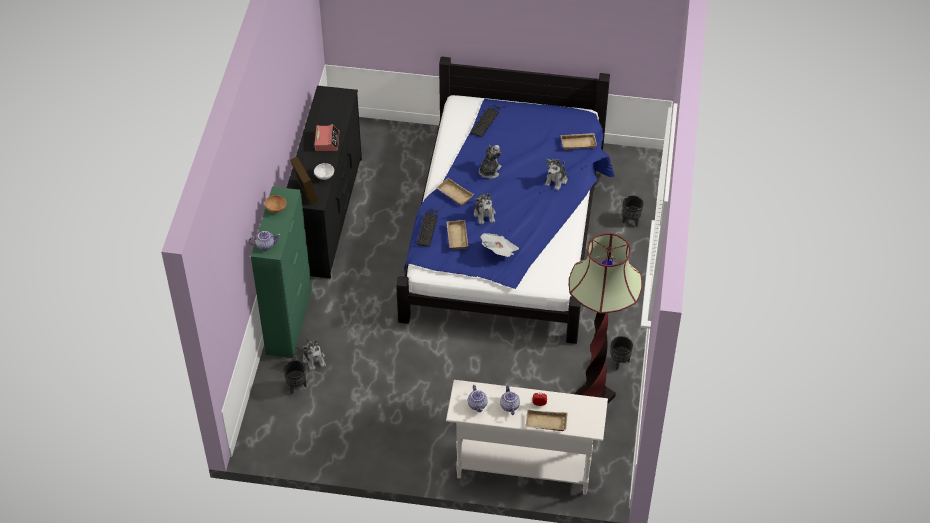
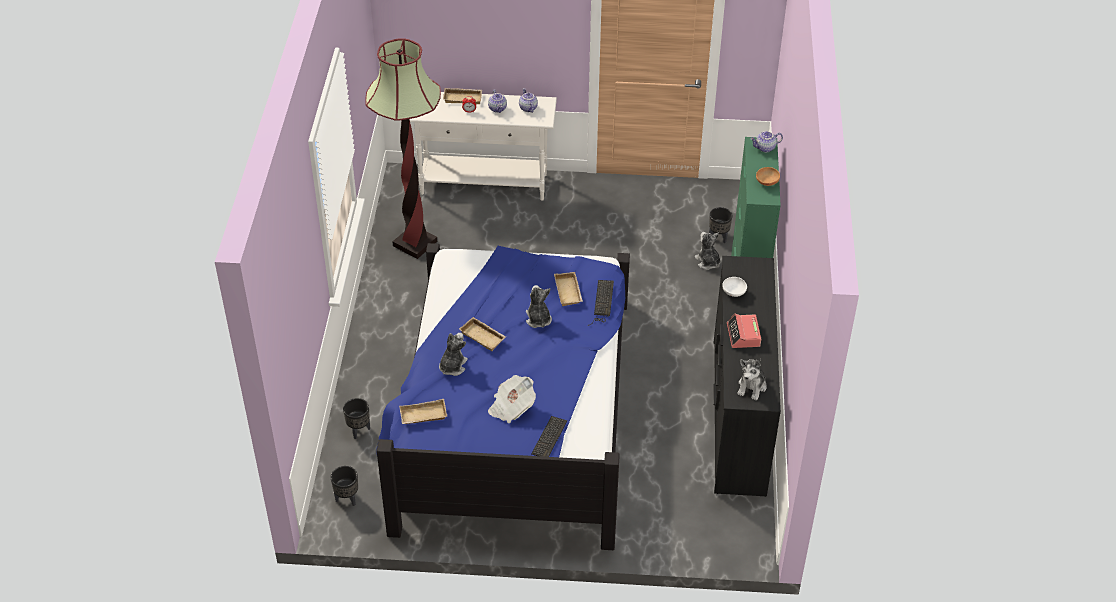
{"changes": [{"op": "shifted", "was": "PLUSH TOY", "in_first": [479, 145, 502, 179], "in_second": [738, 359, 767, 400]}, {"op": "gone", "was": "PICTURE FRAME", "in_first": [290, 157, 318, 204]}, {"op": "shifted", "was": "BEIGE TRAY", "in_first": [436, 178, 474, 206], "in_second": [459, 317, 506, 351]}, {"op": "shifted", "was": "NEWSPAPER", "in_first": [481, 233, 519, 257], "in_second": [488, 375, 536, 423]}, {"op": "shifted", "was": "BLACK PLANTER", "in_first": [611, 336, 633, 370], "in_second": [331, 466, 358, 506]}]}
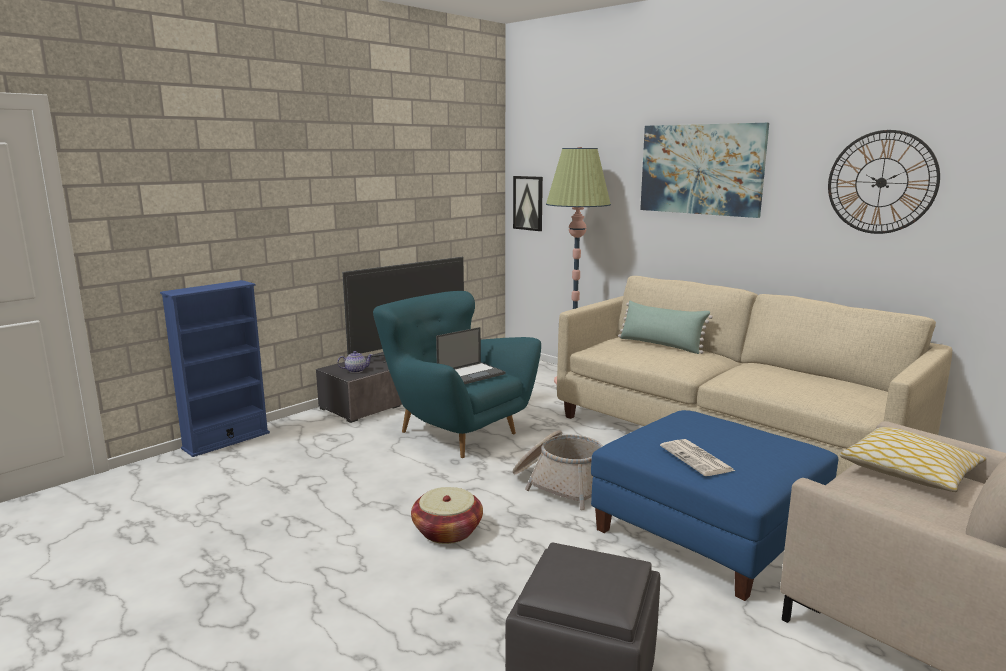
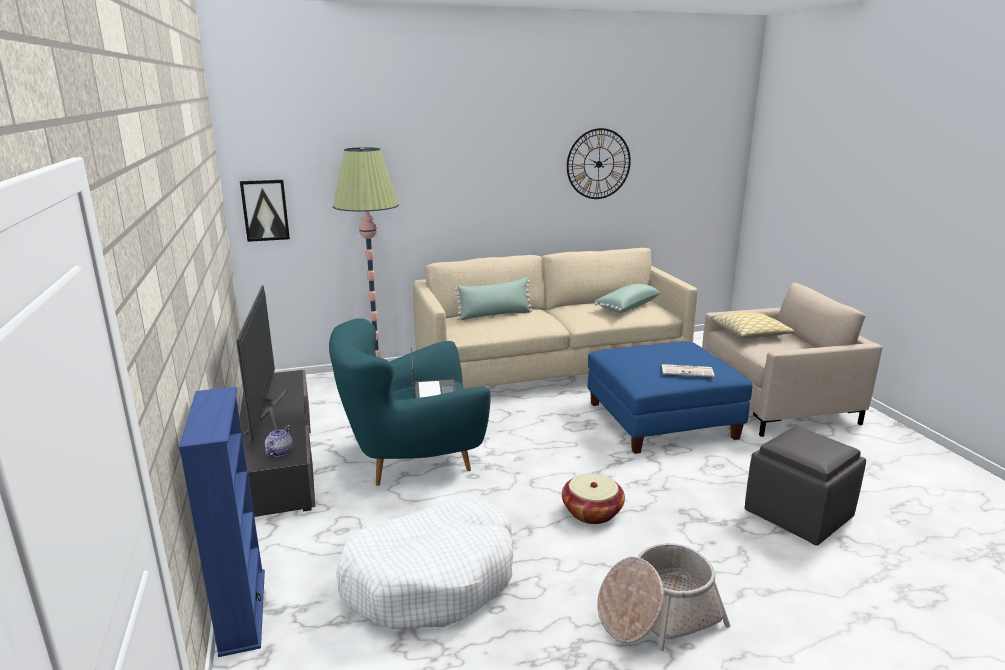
{"changes": [{"op": "gone", "was": "PICTURE", "in_first": [640, 123, 769, 218]}, {"op": "shifted", "was": "BASKET", "in_first": [513, 430, 603, 510], "in_second": [597, 543, 730, 651]}, {"op": "new", "now": "GREEN PILLOW", "in_second": [594, 284, 660, 313]}, {"op": "new", "now": "WHITE DOG BED", "in_second": [336, 497, 513, 630]}]}
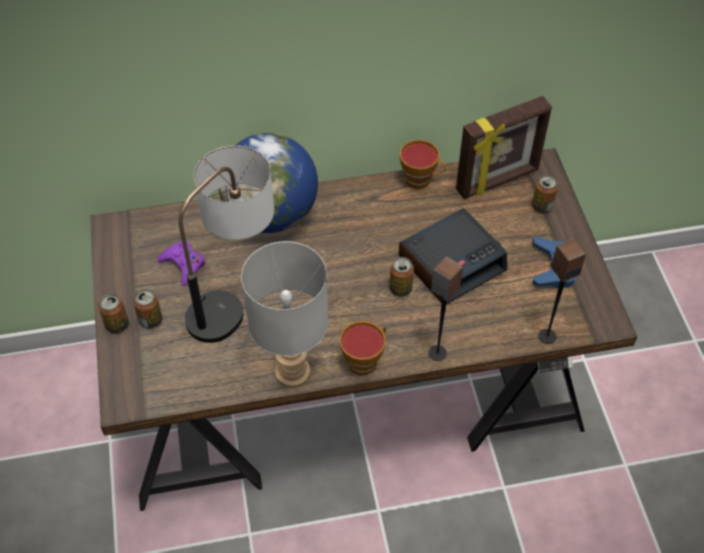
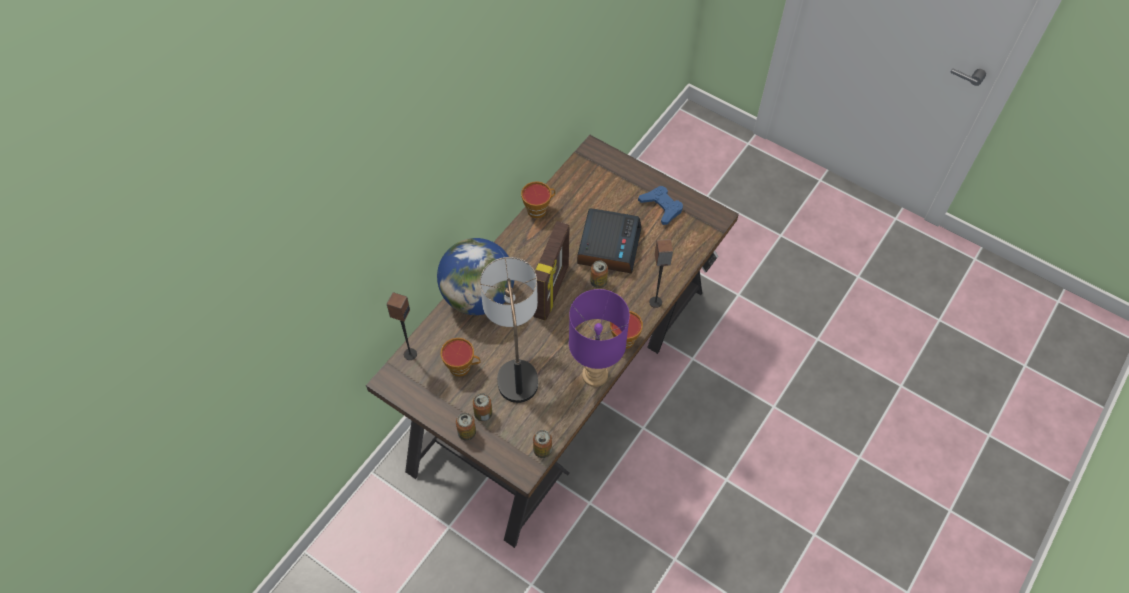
{"changes": [{"op": "shifted", "was": "PICTURE FRAME", "in_first": [456, 96, 552, 199], "in_second": [533, 221, 570, 321]}, {"op": "shifted", "was": "CAN", "in_first": [532, 175, 558, 213], "in_second": [533, 430, 552, 458]}, {"op": "shifted", "was": "SPEAKER", "in_first": [538, 239, 586, 344], "in_second": [387, 292, 417, 360]}, {"op": "swapped", "was": "PURPLE GAME CONTROLLER", "now": "CUP", "in_first": [157, 241, 206, 286], "in_second": [441, 338, 481, 377]}, {"op": "repainted", "was": "GREY TABLE LAMP", "now": "PURPLE TABLE LAMP", "in_first": [241, 241, 328, 388], "in_second": [569, 289, 630, 387]}]}
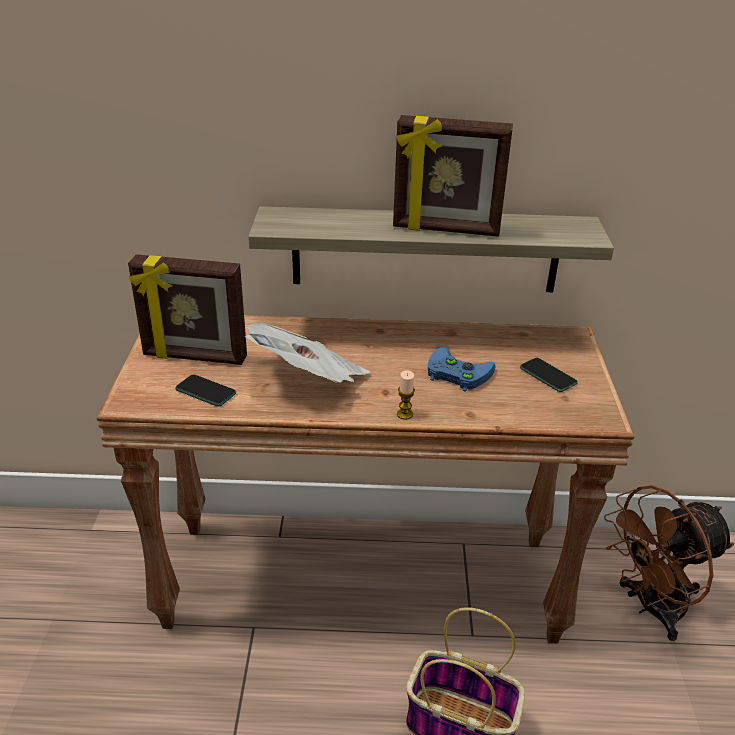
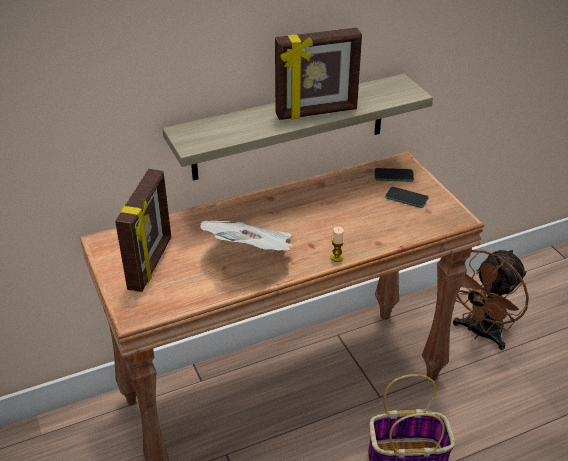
{"changes": [{"op": "rotated", "was": "PICTURE FRAME", "in_first": [128, 254, 247, 365], "in_second": [115, 169, 171, 292], "clockwise": -60}, {"op": "gone", "was": "BLUE GAME CONTROLLER", "in_first": [428, 347, 495, 392]}, {"op": "shifted", "was": "PHONE", "in_first": [175, 375, 236, 407], "in_second": [374, 168, 414, 182]}]}
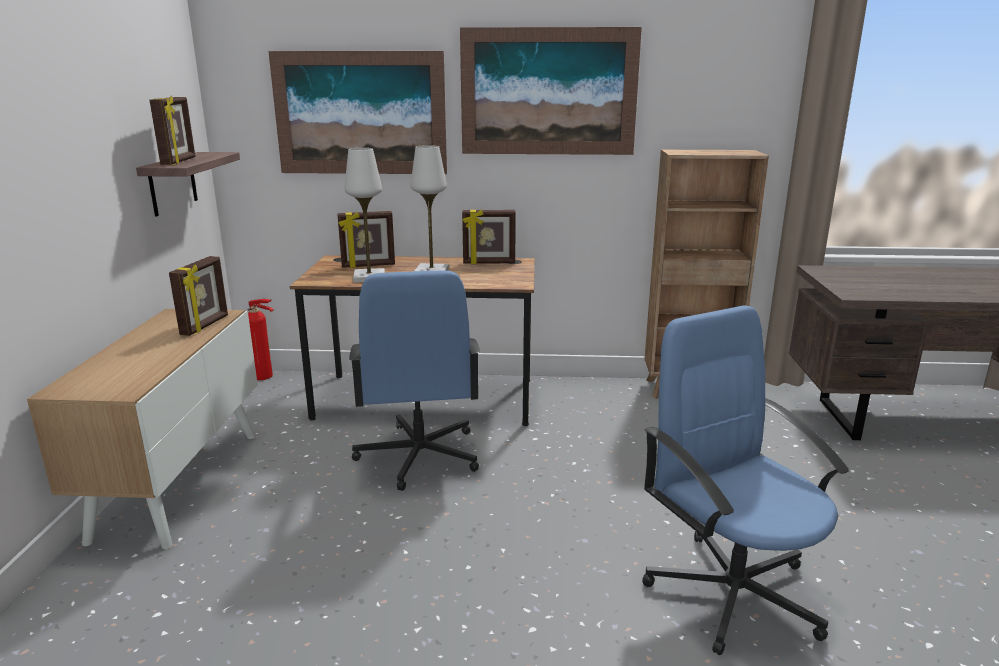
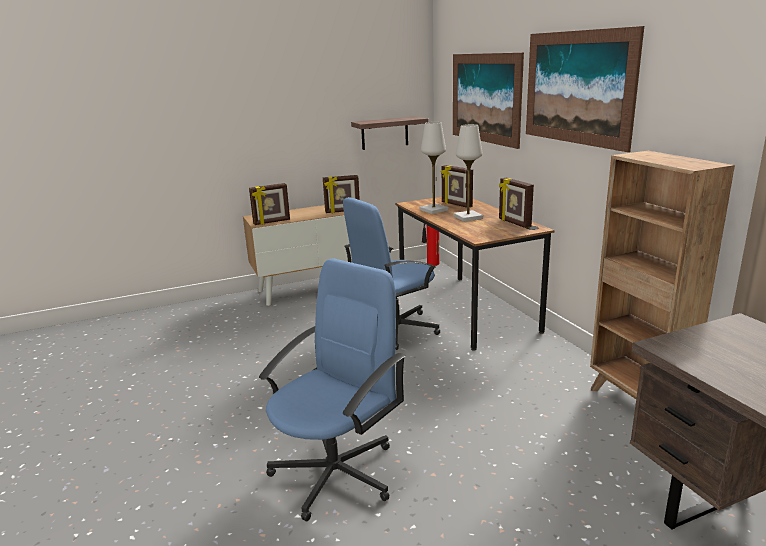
{"changes": [{"op": "shifted", "was": "PICTURE FRAME", "in_first": [150, 96, 195, 165], "in_second": [249, 183, 290, 225]}]}
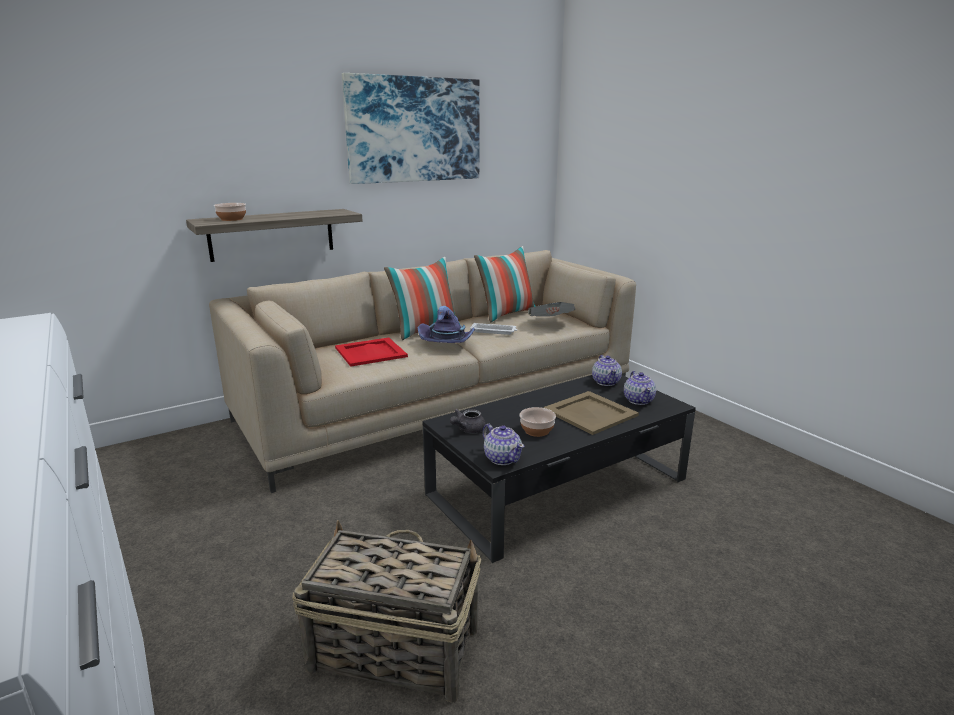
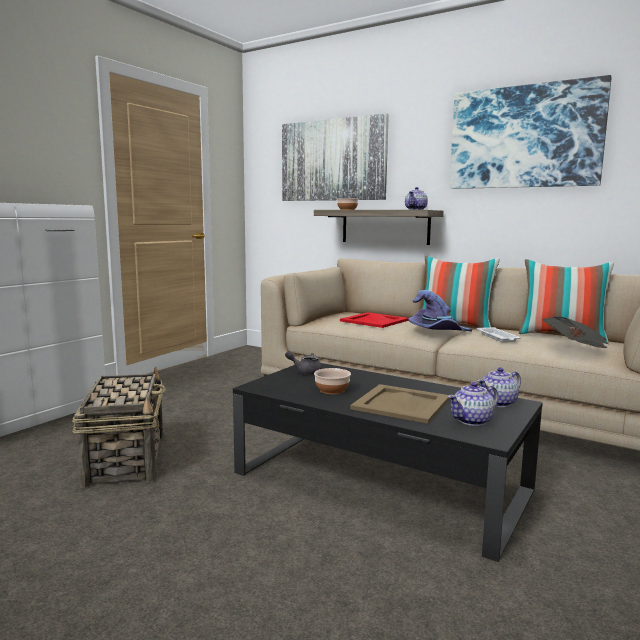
{"changes": [{"op": "shifted", "was": "TEAPOT", "in_first": [483, 424, 524, 465], "in_second": [405, 187, 428, 210]}, {"op": "new", "now": "PICTURE", "in_second": [282, 113, 389, 201]}]}
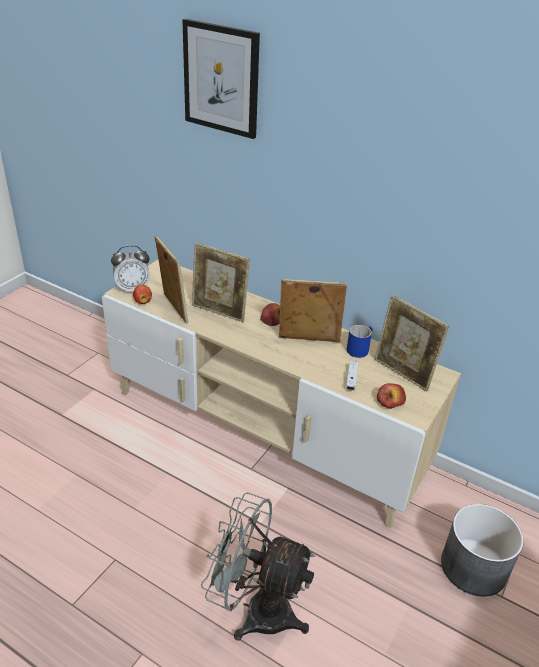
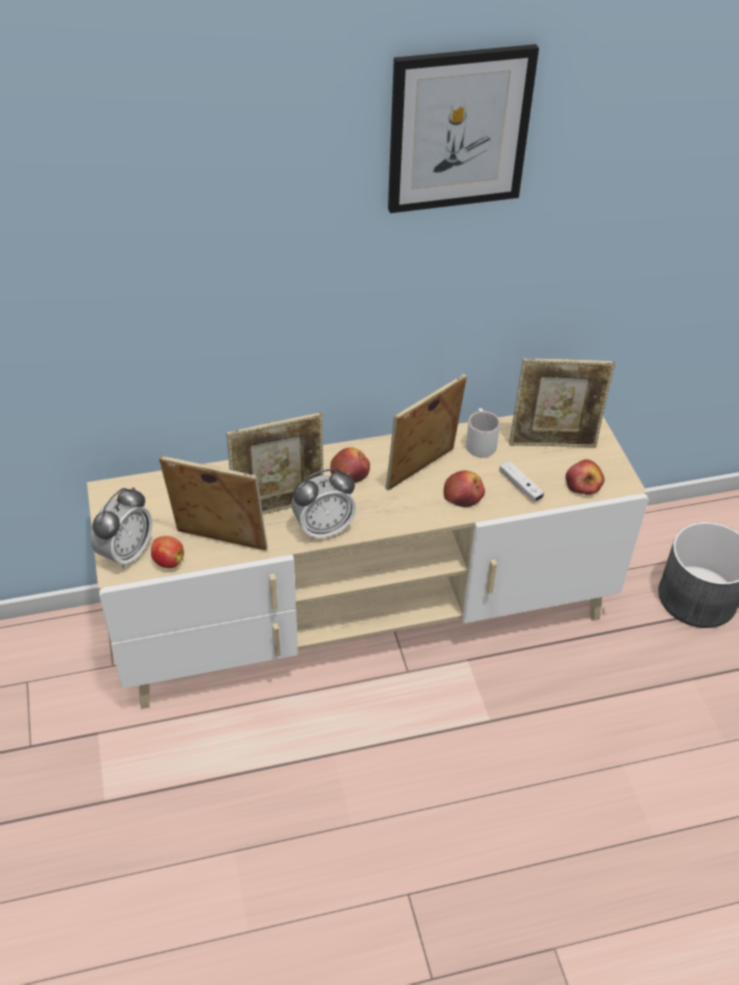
{"changes": [{"op": "shifted", "was": "PICTURE", "in_first": [182, 19, 260, 139], "in_second": [388, 44, 539, 213]}, {"op": "repainted", "was": "BLUE MUG", "now": "WHITE MUG", "in_first": [347, 325, 372, 358], "in_second": [466, 408, 500, 457]}, {"op": "gone", "was": "GREY FAN", "in_first": [201, 492, 316, 641]}, {"op": "new", "now": "ALARM CLOCK", "in_second": [292, 469, 356, 541]}, {"op": "new", "now": "APPLE", "in_second": [444, 470, 485, 507]}]}
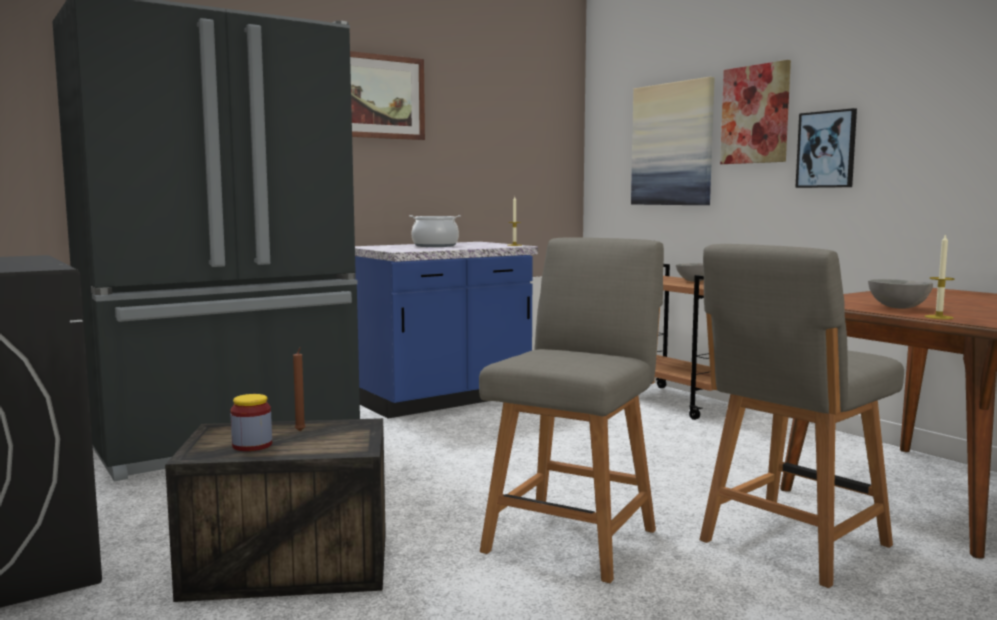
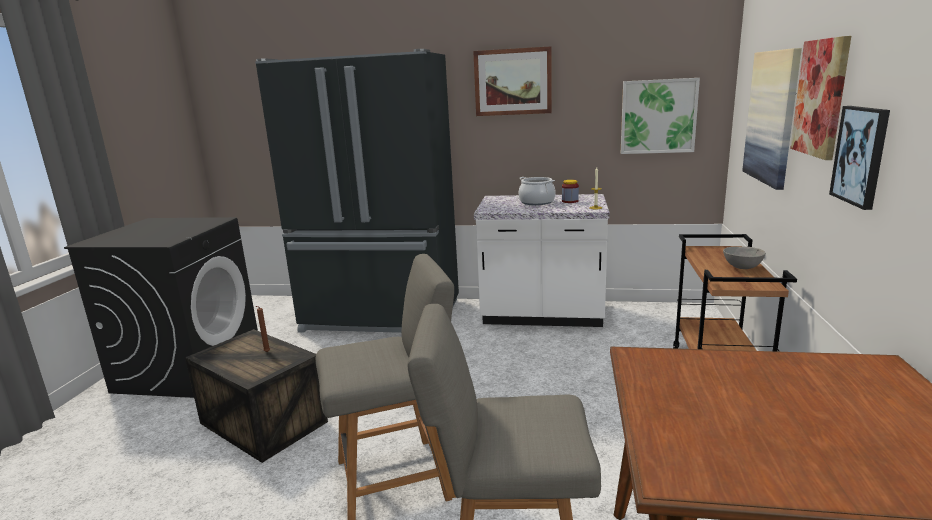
{"changes": [{"op": "gone", "was": "CANDLE", "in_first": [925, 234, 954, 319]}, {"op": "repainted", "was": "BLUE COUNTER", "now": "WHITE COUNTER", "in_first": [355, 242, 538, 418], "in_second": [474, 194, 610, 327]}, {"op": "gone", "was": "GREY BOWL", "in_first": [868, 279, 933, 309]}, {"op": "shifted", "was": "JAR", "in_first": [230, 394, 272, 451], "in_second": [562, 180, 579, 203]}, {"op": "new", "now": "PICTURE", "in_second": [621, 78, 700, 154]}]}
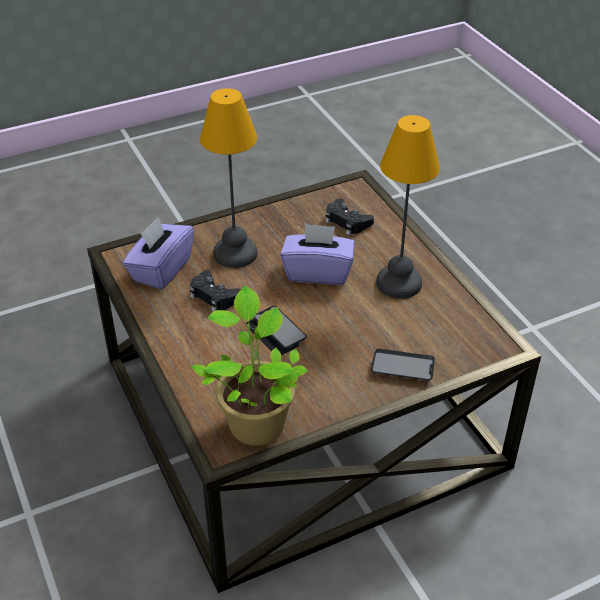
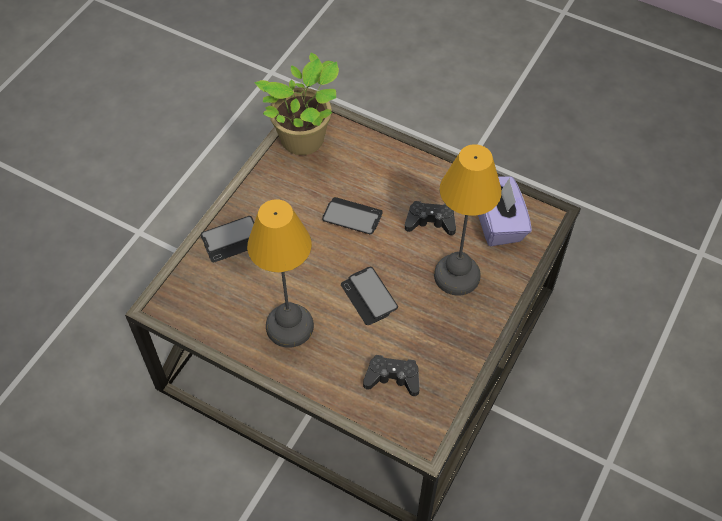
{"changes": [{"op": "swapped", "was": "PURPLE TISSUE BOX", "now": "PHONE", "in_first": [280, 223, 355, 285], "in_second": [341, 267, 398, 325]}]}
